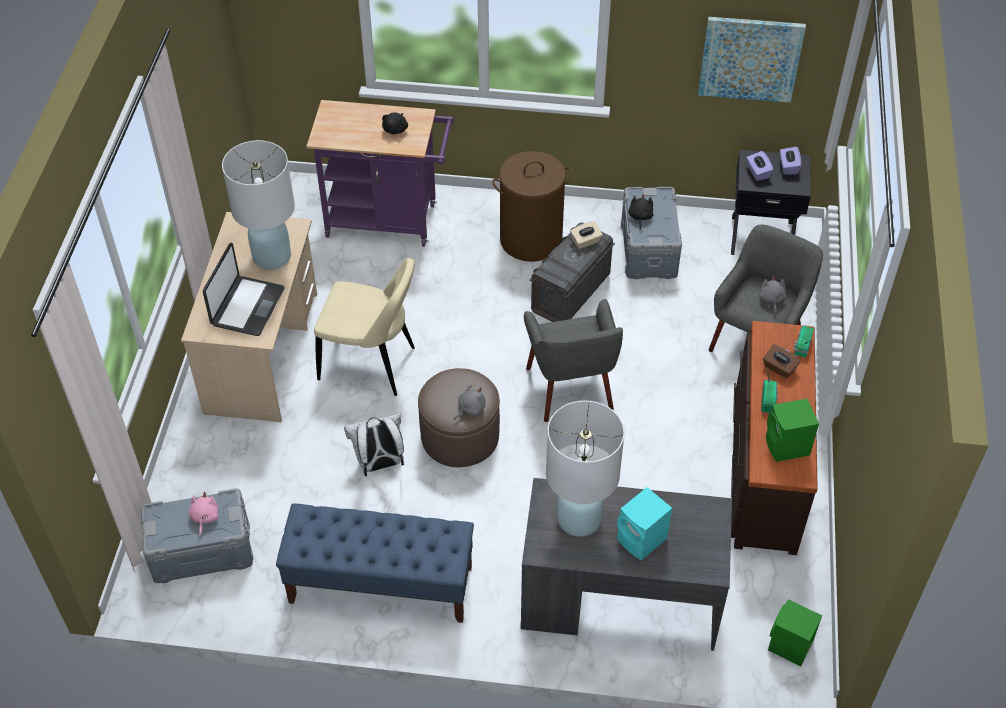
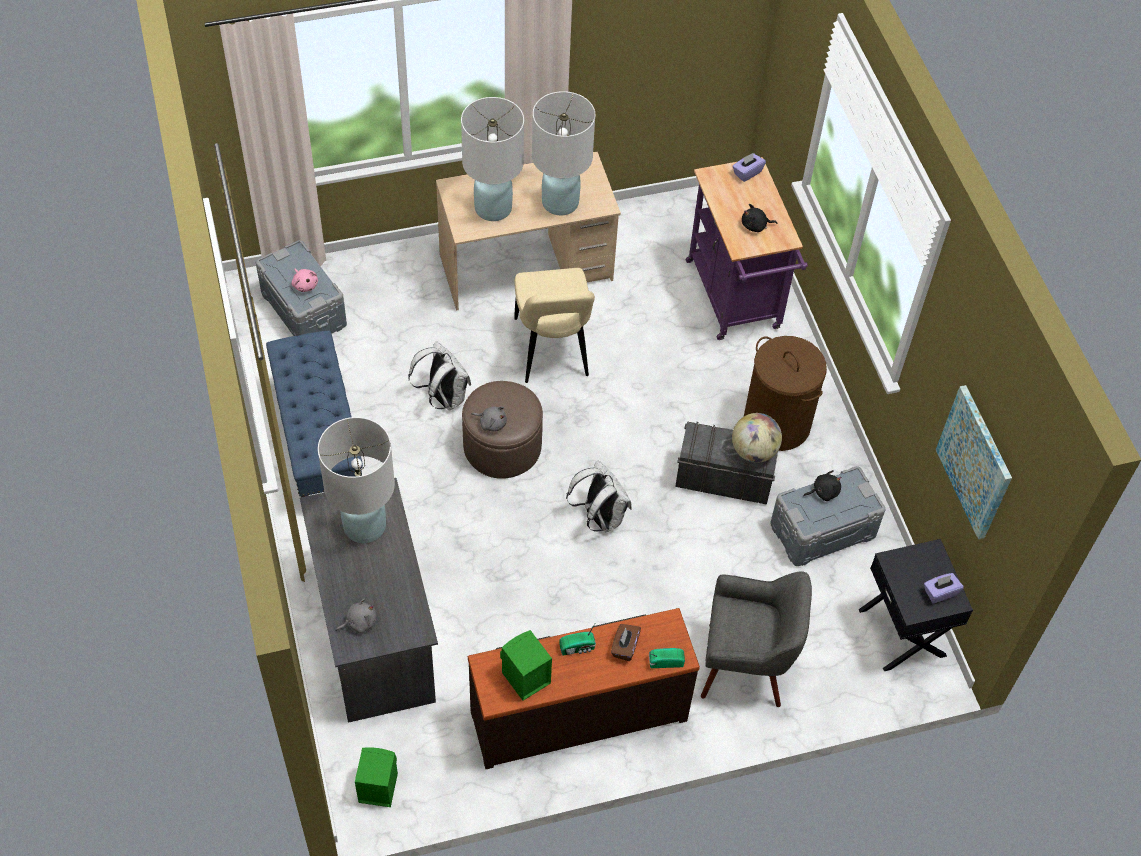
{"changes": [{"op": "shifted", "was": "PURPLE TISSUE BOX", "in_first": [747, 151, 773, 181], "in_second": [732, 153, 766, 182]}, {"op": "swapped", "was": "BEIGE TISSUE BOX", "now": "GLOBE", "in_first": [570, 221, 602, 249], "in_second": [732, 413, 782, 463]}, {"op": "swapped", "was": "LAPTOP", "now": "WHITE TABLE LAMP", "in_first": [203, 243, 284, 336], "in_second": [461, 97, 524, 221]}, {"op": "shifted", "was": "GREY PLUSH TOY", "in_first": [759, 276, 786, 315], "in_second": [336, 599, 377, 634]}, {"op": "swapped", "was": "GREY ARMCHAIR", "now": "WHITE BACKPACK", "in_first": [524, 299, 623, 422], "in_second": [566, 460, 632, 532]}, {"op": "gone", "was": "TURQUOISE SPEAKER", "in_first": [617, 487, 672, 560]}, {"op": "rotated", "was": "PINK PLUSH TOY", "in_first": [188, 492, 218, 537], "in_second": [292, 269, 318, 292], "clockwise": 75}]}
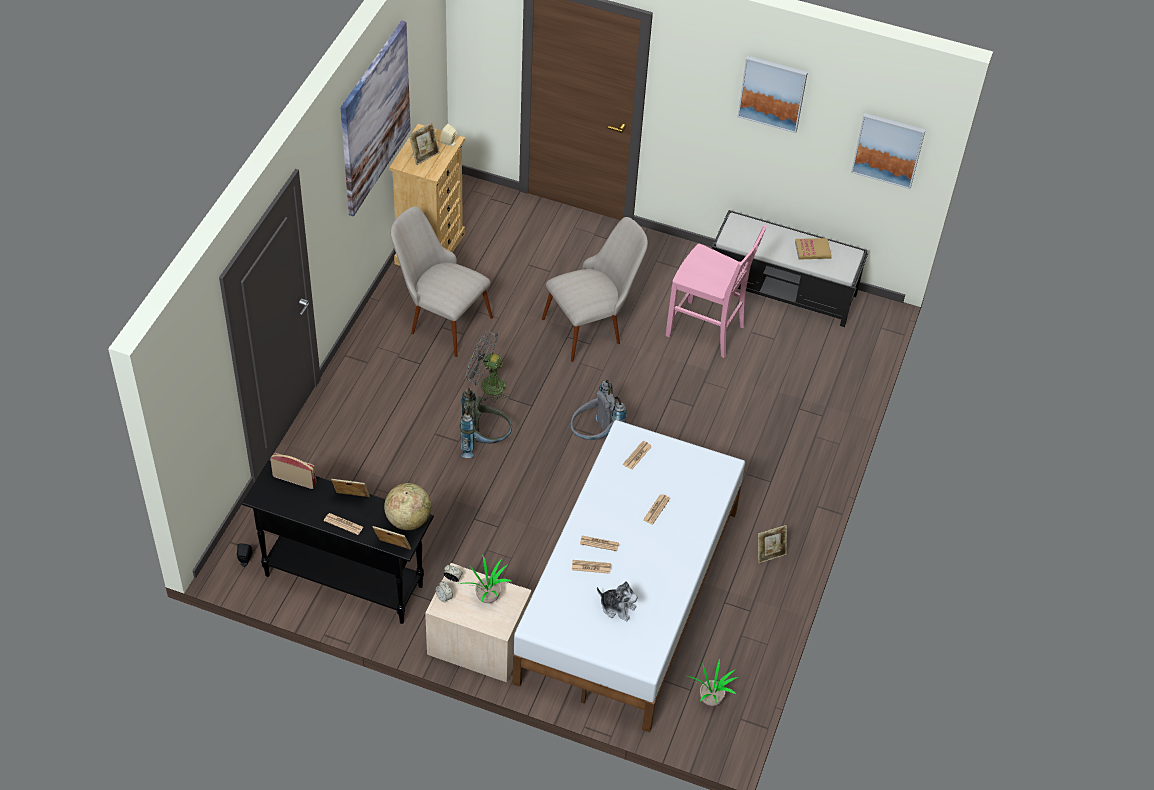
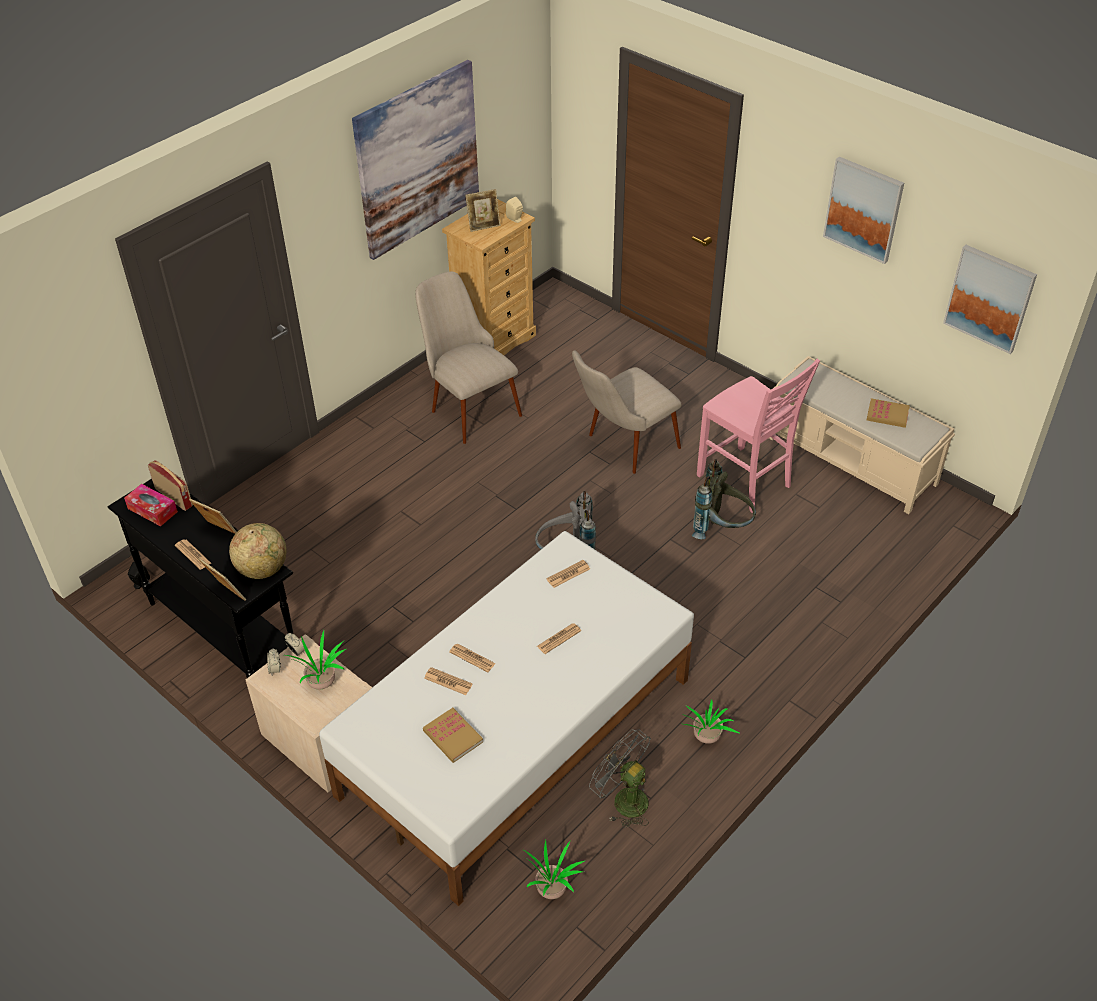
{"changes": [{"op": "repainted", "was": "BLACK BENCH", "now": "BEIGE BENCH", "in_first": [712, 210, 868, 327], "in_second": [769, 356, 955, 514]}, {"op": "rotated", "was": "BEIGE CHAIR", "in_first": [542, 217, 648, 362], "in_second": [572, 350, 682, 474], "clockwise": 150}, {"op": "shifted", "was": "GREY FAN", "in_first": [465, 331, 510, 403], "in_second": [589, 729, 651, 828]}, {"op": "shifted", "was": "GREY BACKPACK", "in_first": [460, 388, 512, 458], "in_second": [692, 459, 756, 539]}, {"op": "swapped", "was": "PICTURE FRAME", "now": "POTTED PLANT", "in_first": [758, 525, 787, 563], "in_second": [682, 699, 739, 744]}, {"op": "swapped", "was": "PLUSH TOY", "now": "BOOK", "in_first": [597, 581, 638, 622], "in_second": [423, 708, 483, 763]}, {"op": "new", "now": "TISSUE BOX", "in_second": [124, 484, 178, 526]}]}
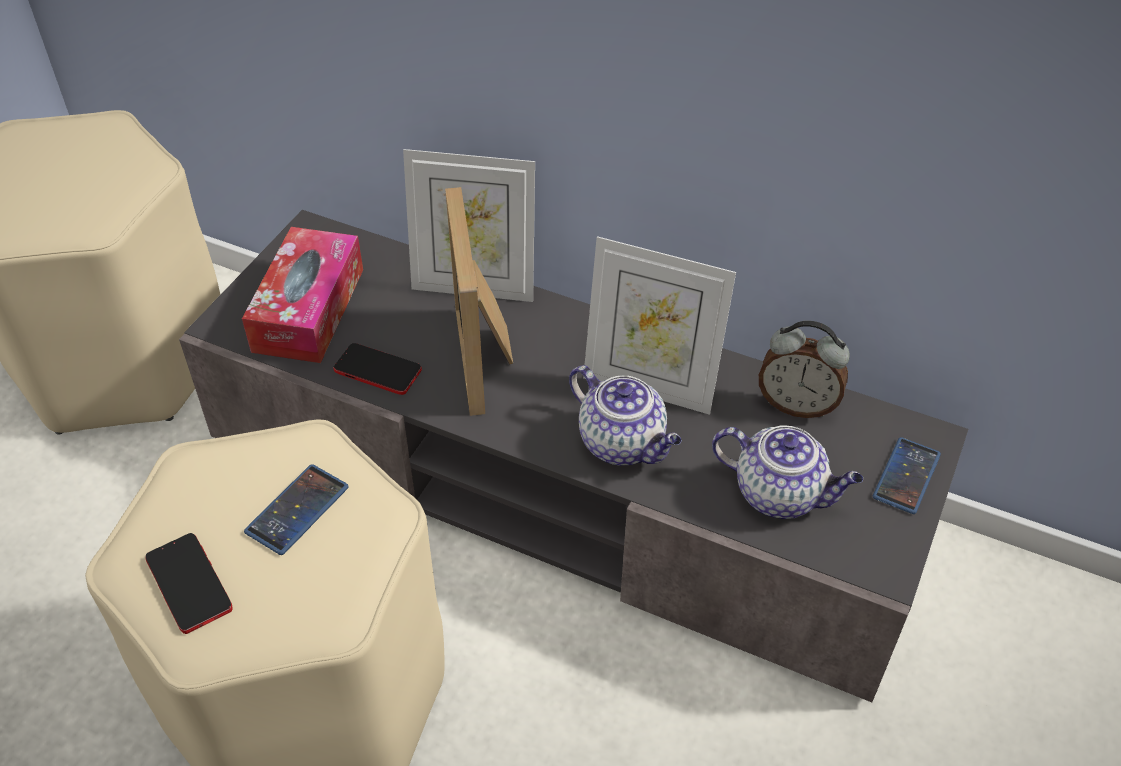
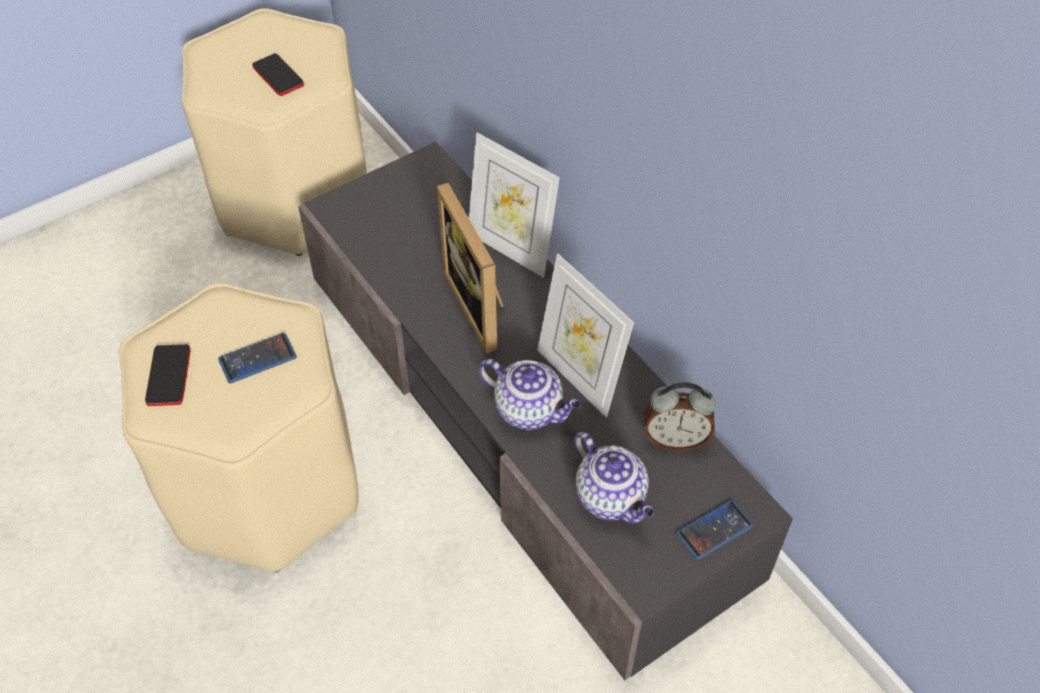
{"changes": [{"op": "rotated", "was": "PICTURE FRAME", "in_first": [445, 187, 513, 416], "in_second": [437, 183, 504, 354], "clockwise": -45}, {"op": "gone", "was": "TISSUE BOX", "in_first": [242, 227, 363, 363]}, {"op": "rotated", "was": "ALARM CLOCK", "in_first": [759, 321, 850, 418], "in_second": [644, 382, 716, 451], "clockwise": -45}, {"op": "shifted", "was": "PHONE", "in_first": [333, 343, 422, 395], "in_second": [252, 53, 304, 96]}, {"op": "rotated", "was": "TEAPOT", "in_first": [569, 365, 682, 465], "in_second": [479, 359, 581, 430], "clockwise": -45}]}
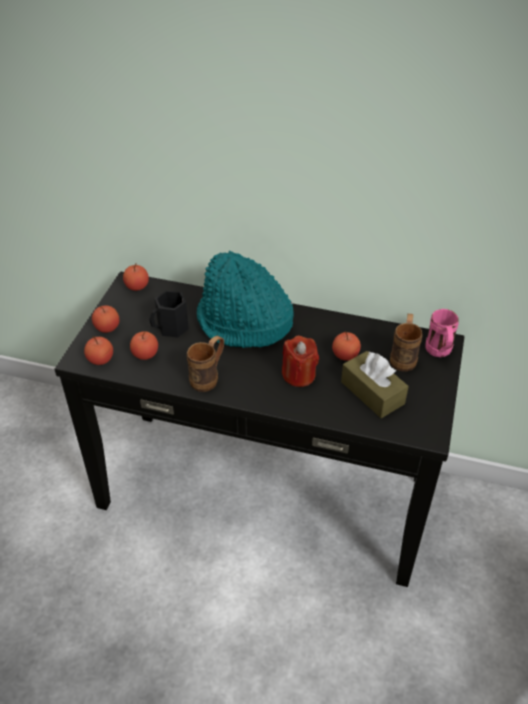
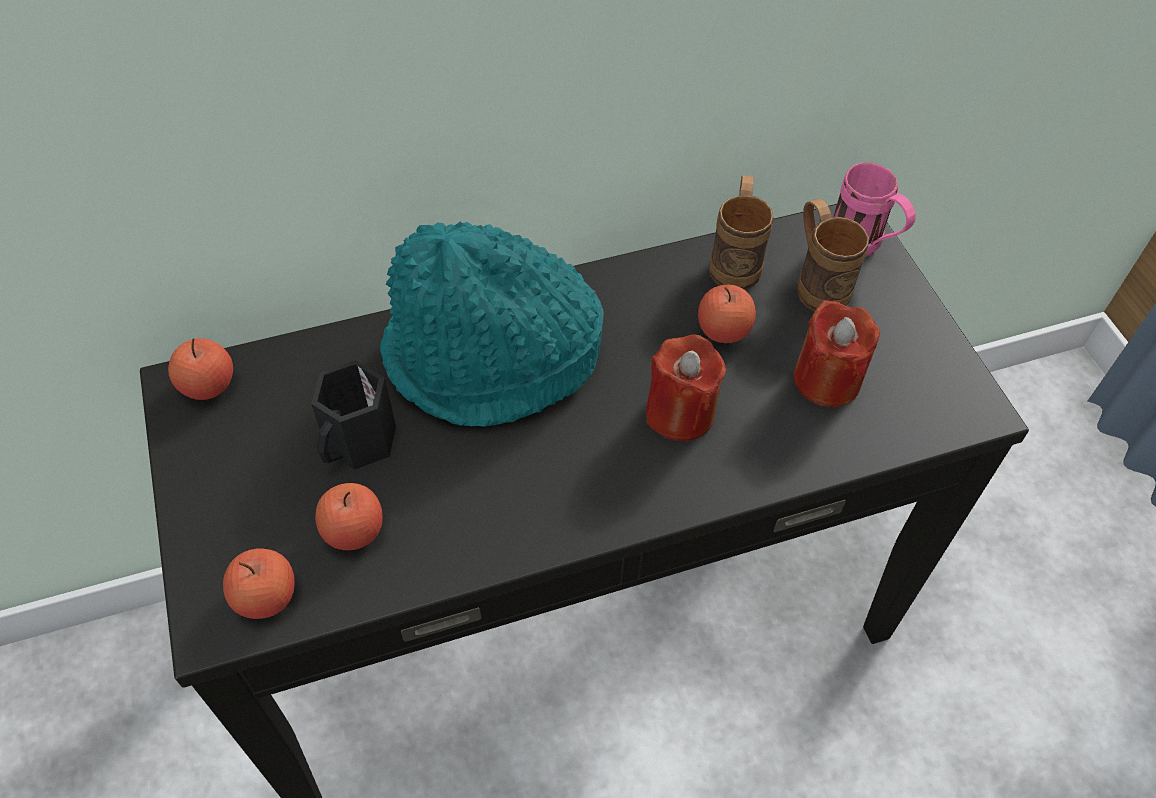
{"changes": [{"op": "gone", "was": "APPLE", "in_first": [92, 305, 120, 333]}, {"op": "shifted", "was": "BROWN MUG", "in_first": [186, 336, 224, 392], "in_second": [709, 175, 774, 290]}, {"op": "swapped", "was": "BROWN TISSUE BOX", "now": "RED CANDLE", "in_first": [341, 351, 409, 418], "in_second": [794, 300, 880, 407]}]}
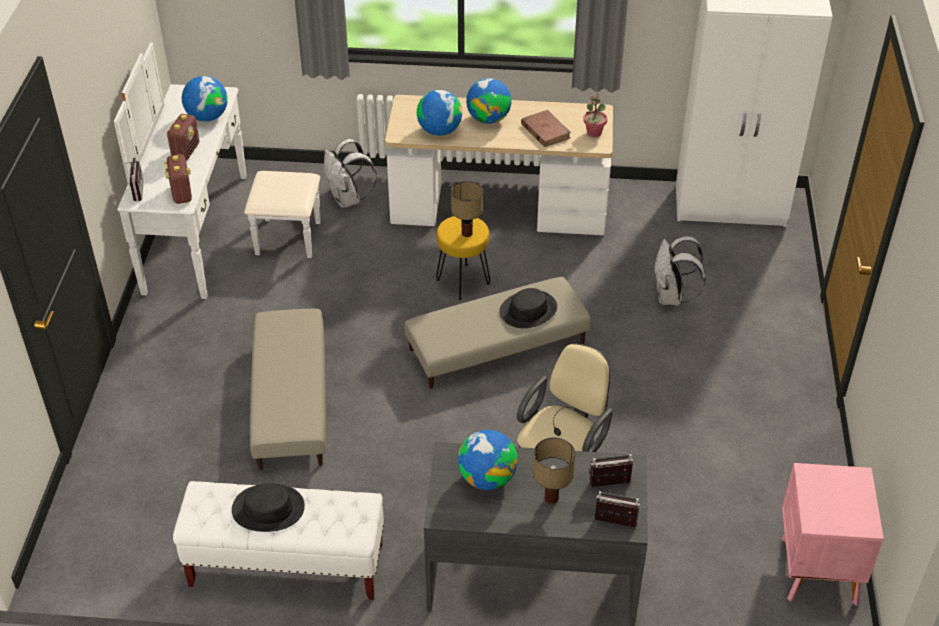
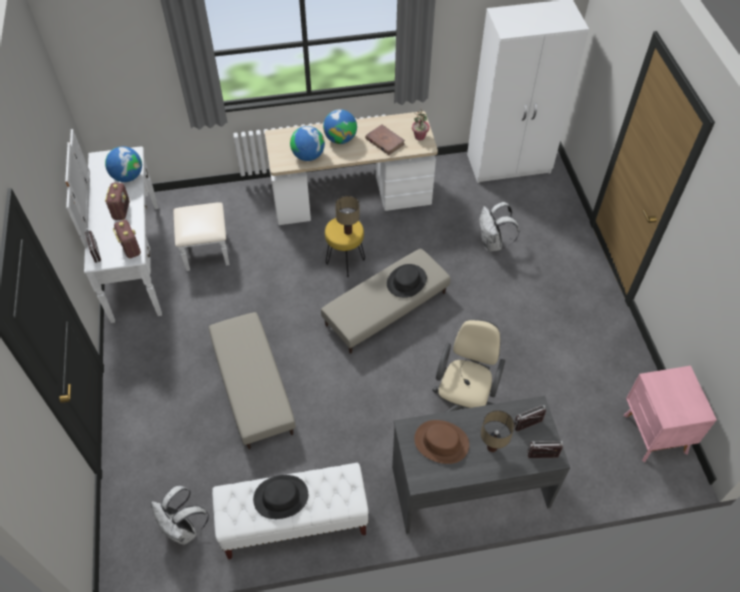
{"changes": [{"op": "shifted", "was": "WHITE BACKPACK", "in_first": [324, 139, 377, 208], "in_second": [151, 486, 209, 545]}, {"op": "swapped", "was": "GLOBE", "now": "BROWN HAT", "in_first": [458, 430, 518, 490], "in_second": [414, 420, 469, 464]}]}
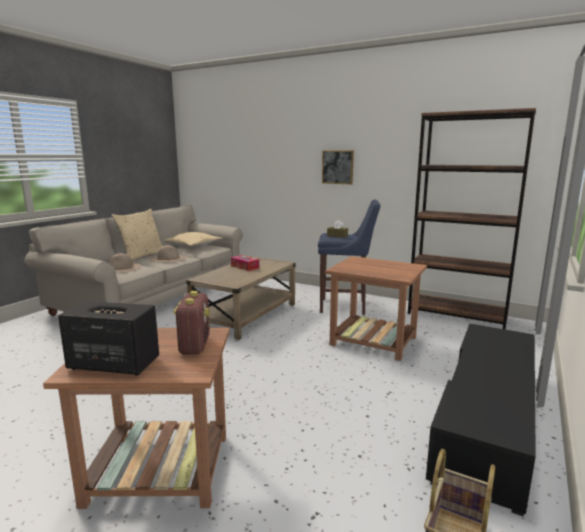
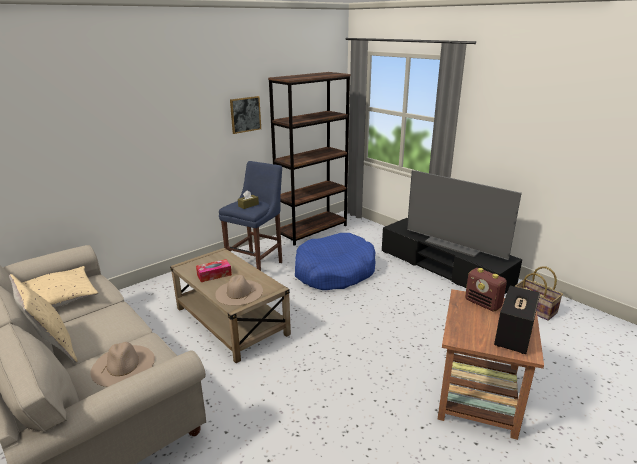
{"changes": [{"op": "shifted", "was": "PICTURE", "in_first": [322, 150, 354, 184], "in_second": [230, 96, 261, 134]}, {"op": "shifted", "was": "BEIGE HAT", "in_first": [150, 245, 187, 263], "in_second": [215, 275, 263, 306]}, {"op": "swapped", "was": "BROWN SIDE TABLE", "now": "BLUE DOG BED", "in_first": [325, 256, 427, 361], "in_second": [295, 233, 376, 290]}, {"op": "rotated", "was": "RADIO", "in_first": [173, 291, 210, 355], "in_second": [465, 268, 507, 312], "clockwise": -150}, {"op": "new", "now": "TELEVISION", "in_second": [407, 170, 522, 260]}]}
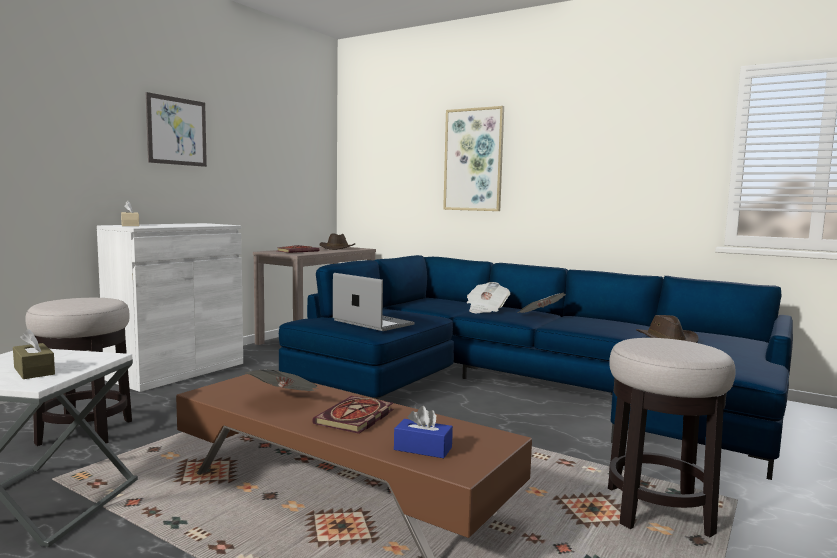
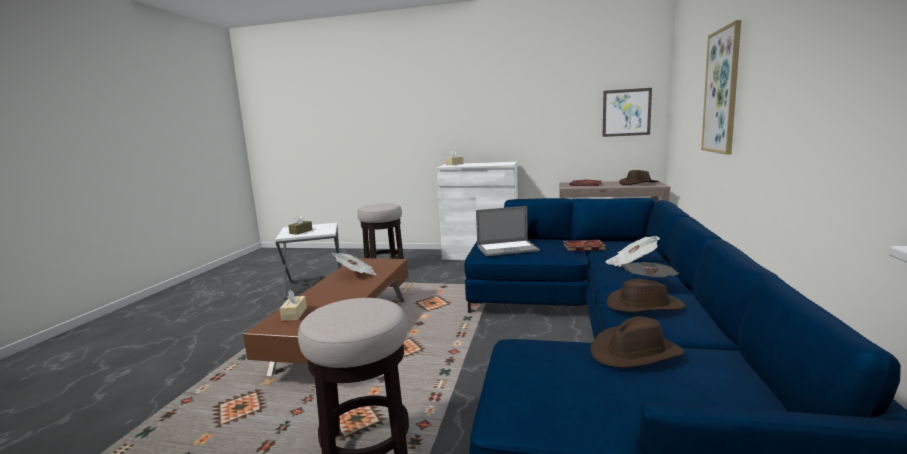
{"changes": [{"op": "shifted", "was": "PICTURE", "in_first": [146, 92, 207, 167], "in_second": [602, 88, 652, 137]}, {"op": "rotated", "was": "LAPTOP", "in_first": [333, 273, 415, 331], "in_second": [476, 206, 540, 256], "clockwise": 60}, {"op": "shifted", "was": "BOOK", "in_first": [312, 396, 393, 434], "in_second": [563, 240, 607, 251]}, {"op": "repainted", "was": "BLUE TISSUE BOX", "now": "BEIGE TISSUE BOX", "in_first": [394, 406, 453, 458], "in_second": [280, 290, 307, 321]}, {"op": "new", "now": "BROWN HAT", "in_second": [607, 279, 685, 312]}]}
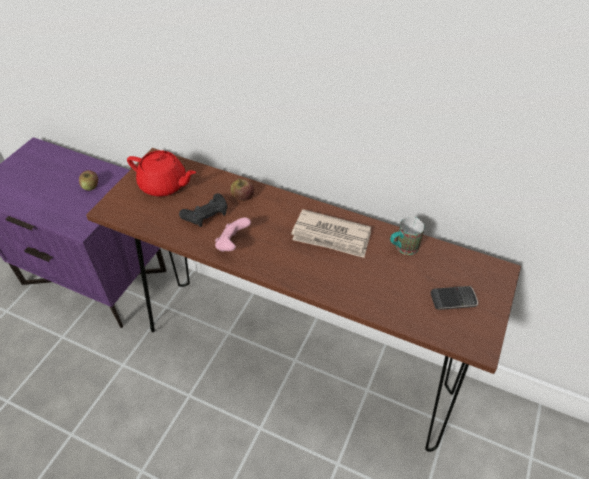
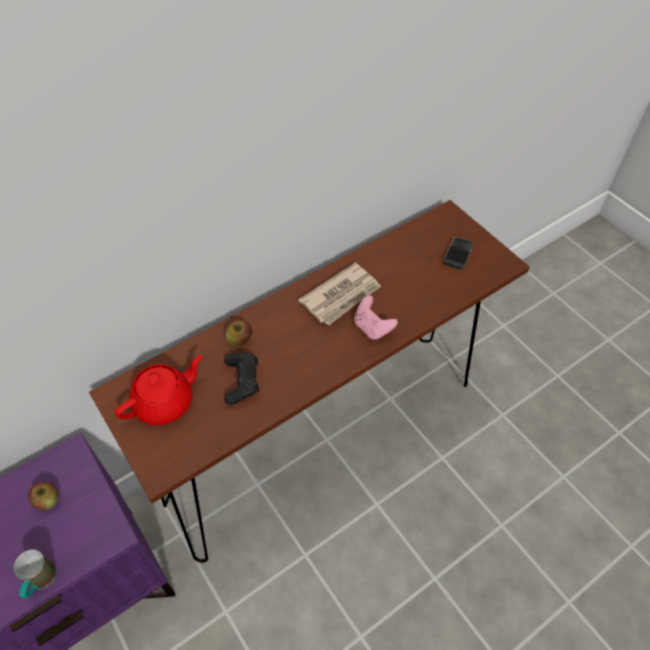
{"changes": [{"op": "shifted", "was": "PINK GAME CONTROLLER", "in_first": [215, 217, 251, 252], "in_second": [354, 296, 398, 340]}, {"op": "shifted", "was": "MUG", "in_first": [390, 217, 425, 255], "in_second": [14, 549, 57, 598]}]}
